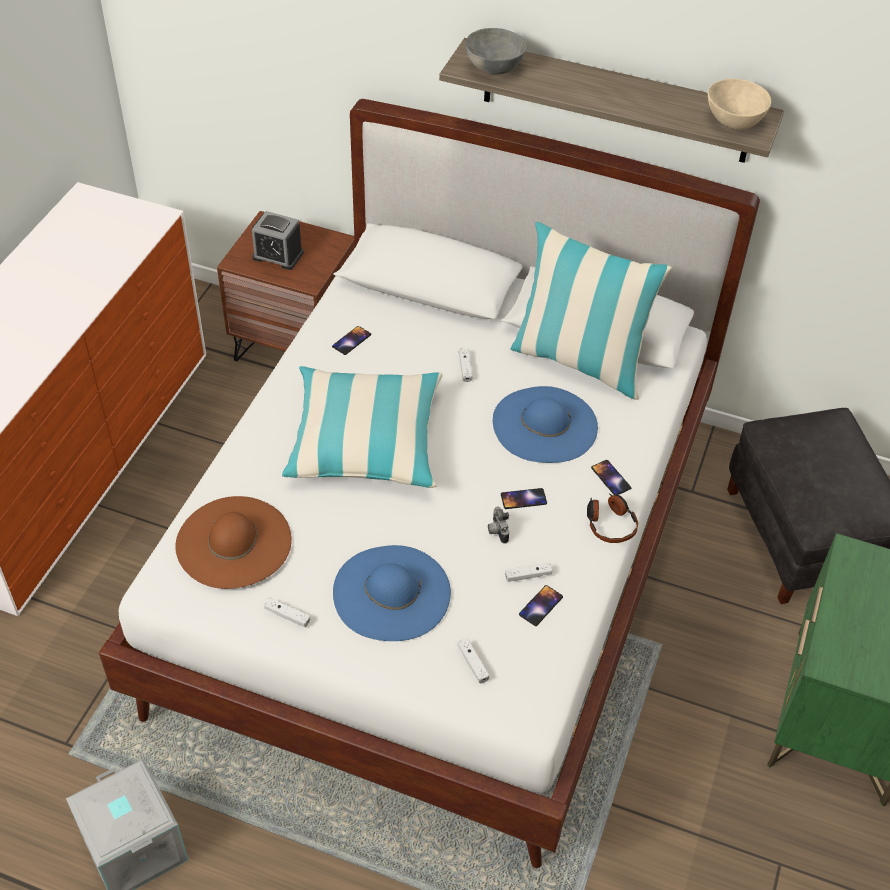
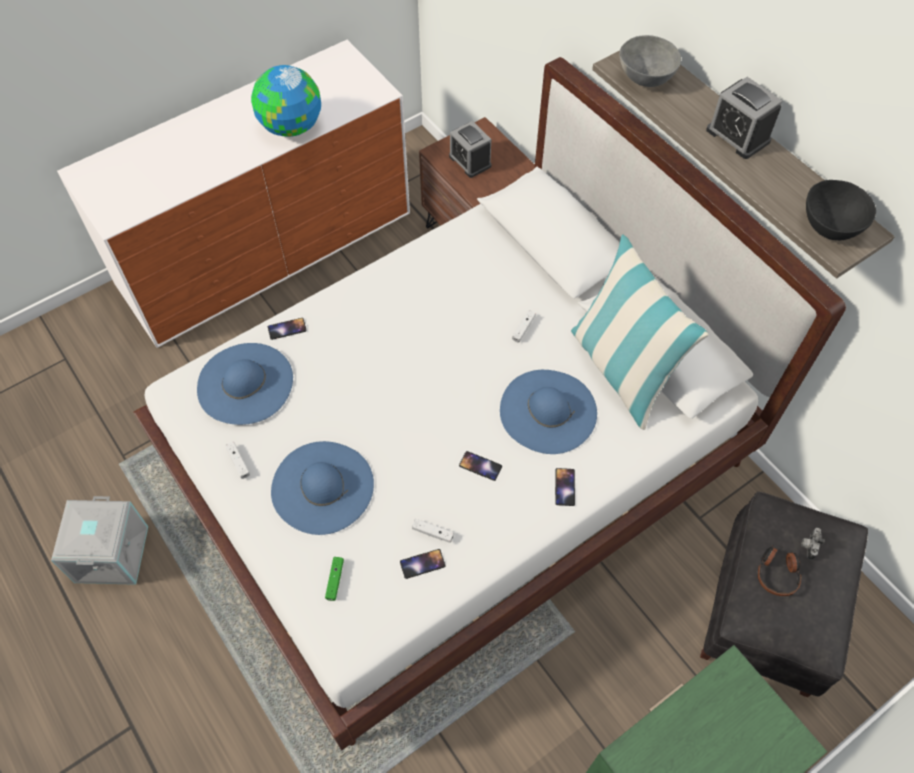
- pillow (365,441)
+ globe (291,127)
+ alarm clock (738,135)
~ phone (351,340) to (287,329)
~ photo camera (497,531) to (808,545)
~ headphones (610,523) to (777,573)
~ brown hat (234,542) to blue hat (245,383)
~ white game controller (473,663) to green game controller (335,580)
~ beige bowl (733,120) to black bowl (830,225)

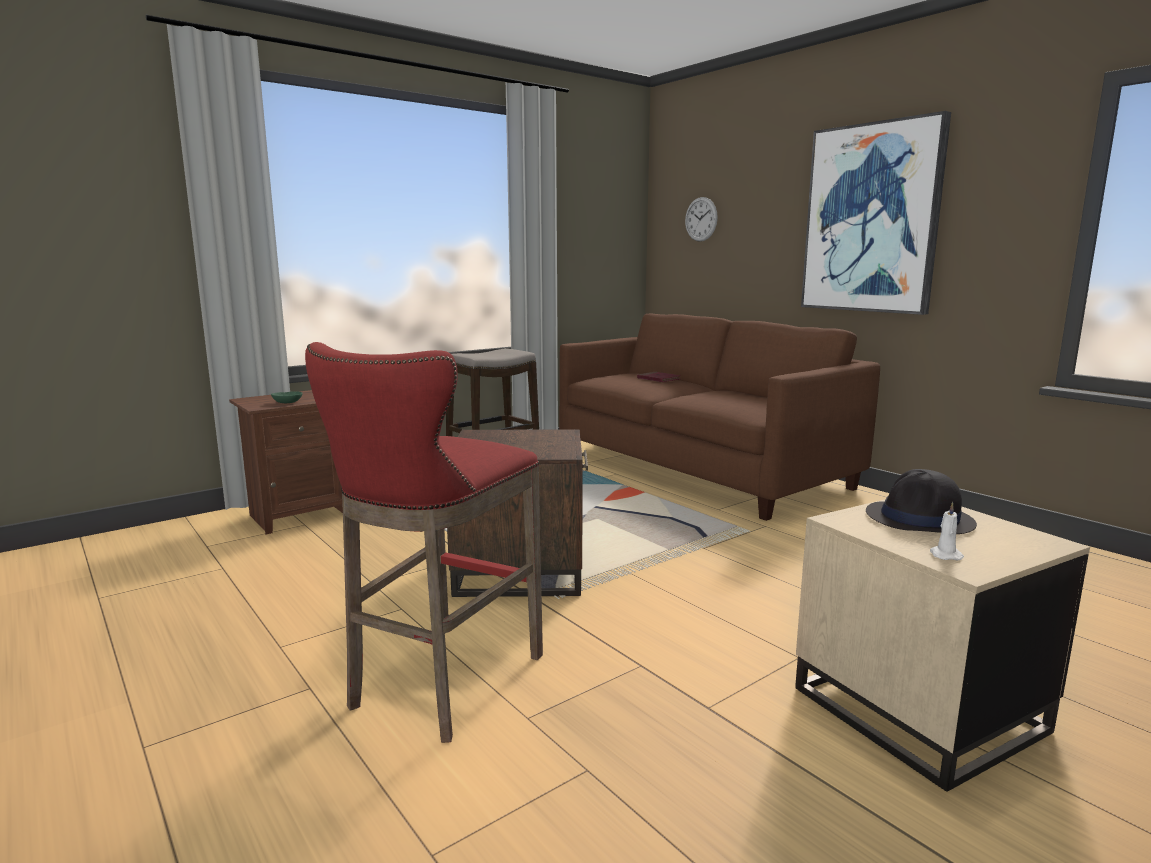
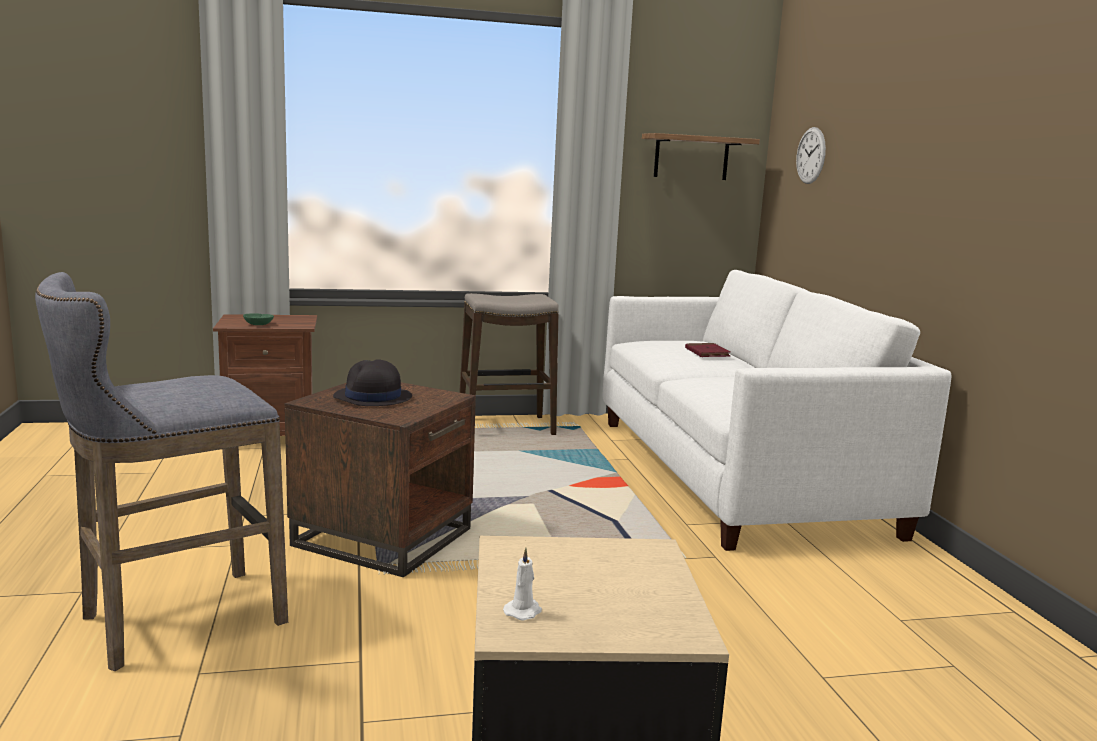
- picture (871,219)
+ shelf (691,157)
~ black hat (919,519) to (372,398)
~ red stool (441,685) to grey stool (174,622)
~ brown sofa (699,469) to white sofa (735,473)

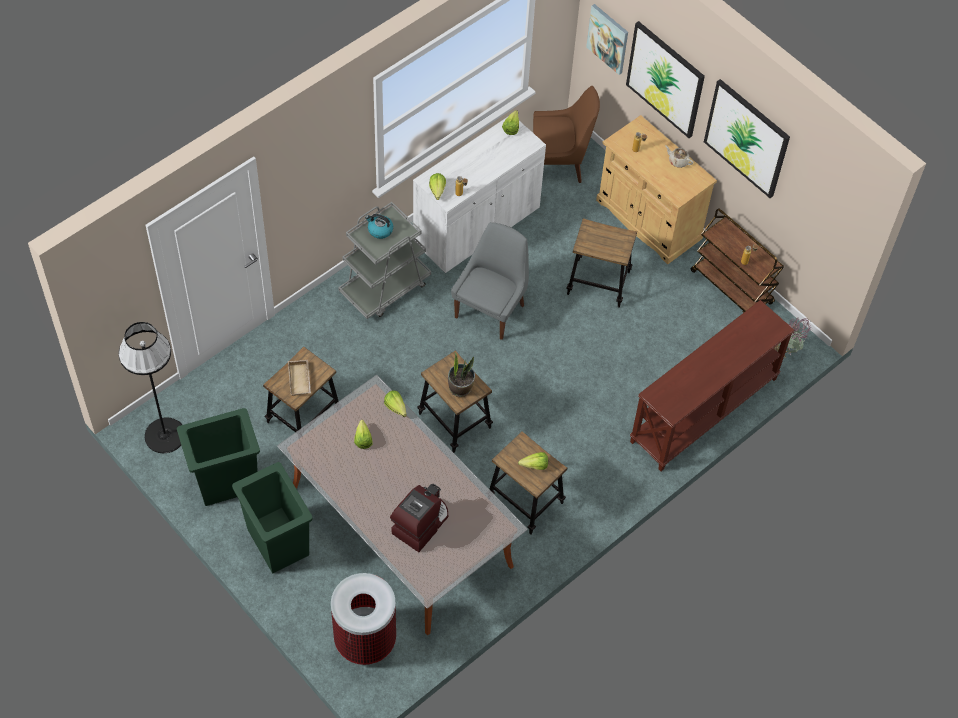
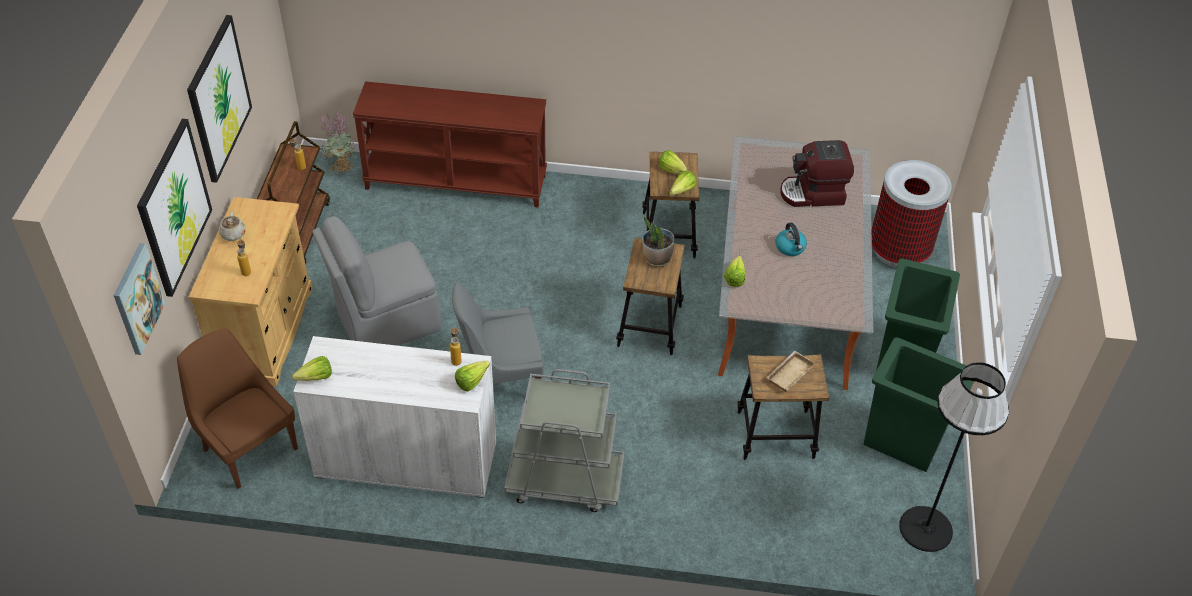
~ lettuce (363,437) to (680,192)
~ kettle (380,230) to (790,248)
~ stool (598,283) to grey chair (386,322)

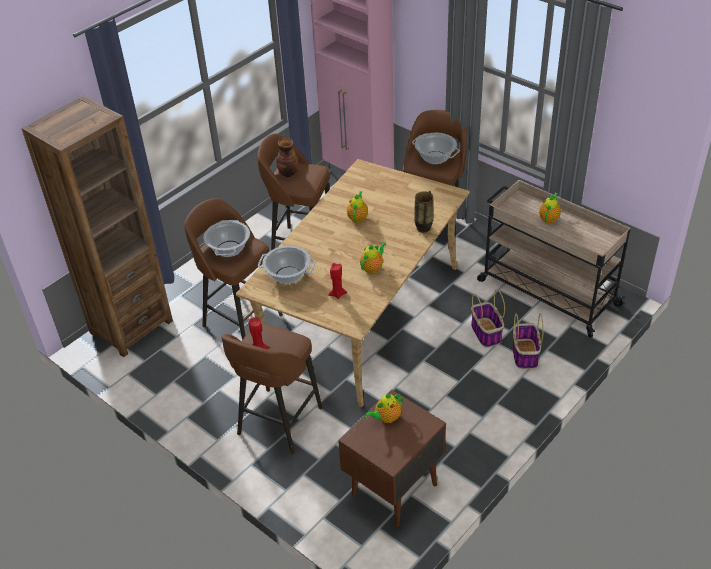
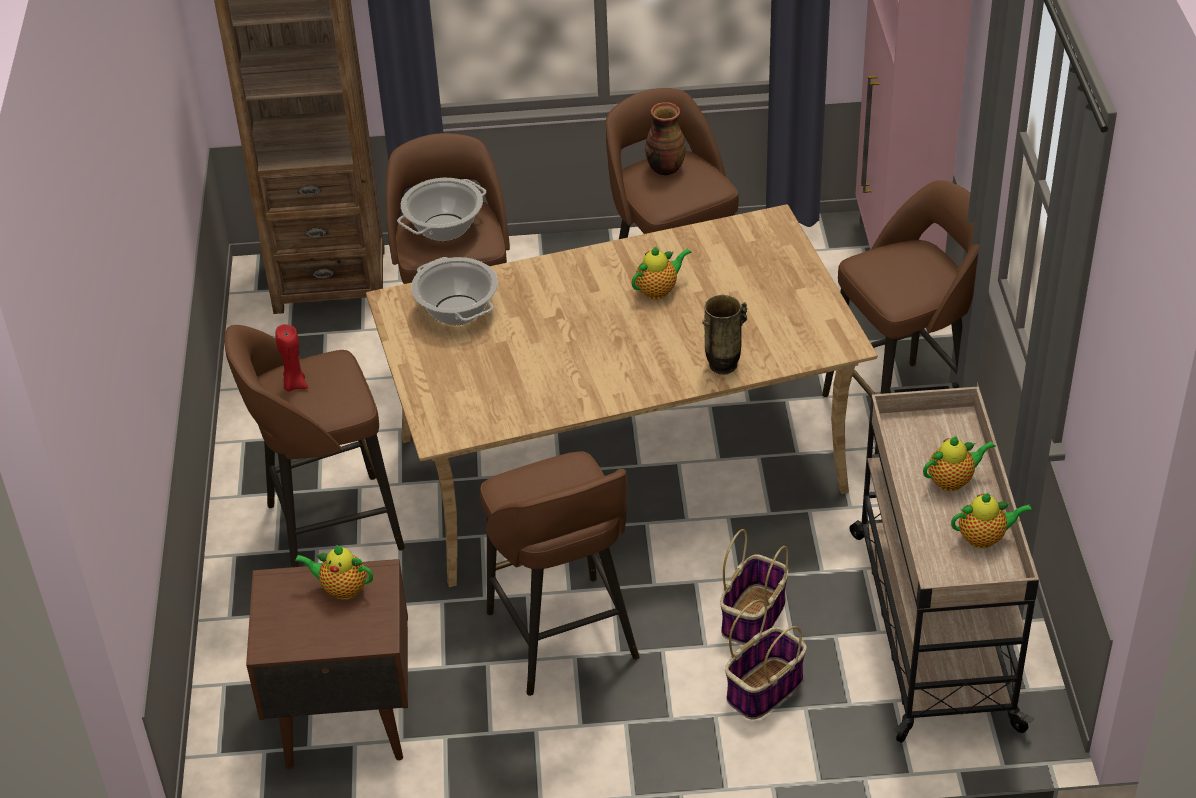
- red candle (337,294)
- cooking pot (435,158)
+ brown stool (563,639)
~ teapot (372,268) to (984,538)

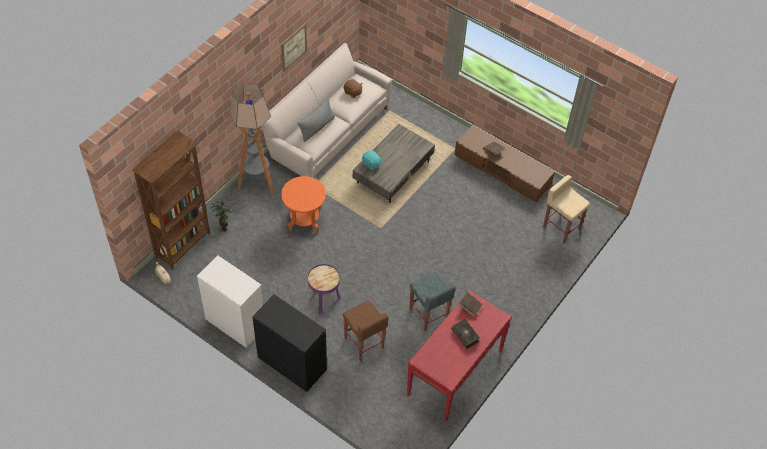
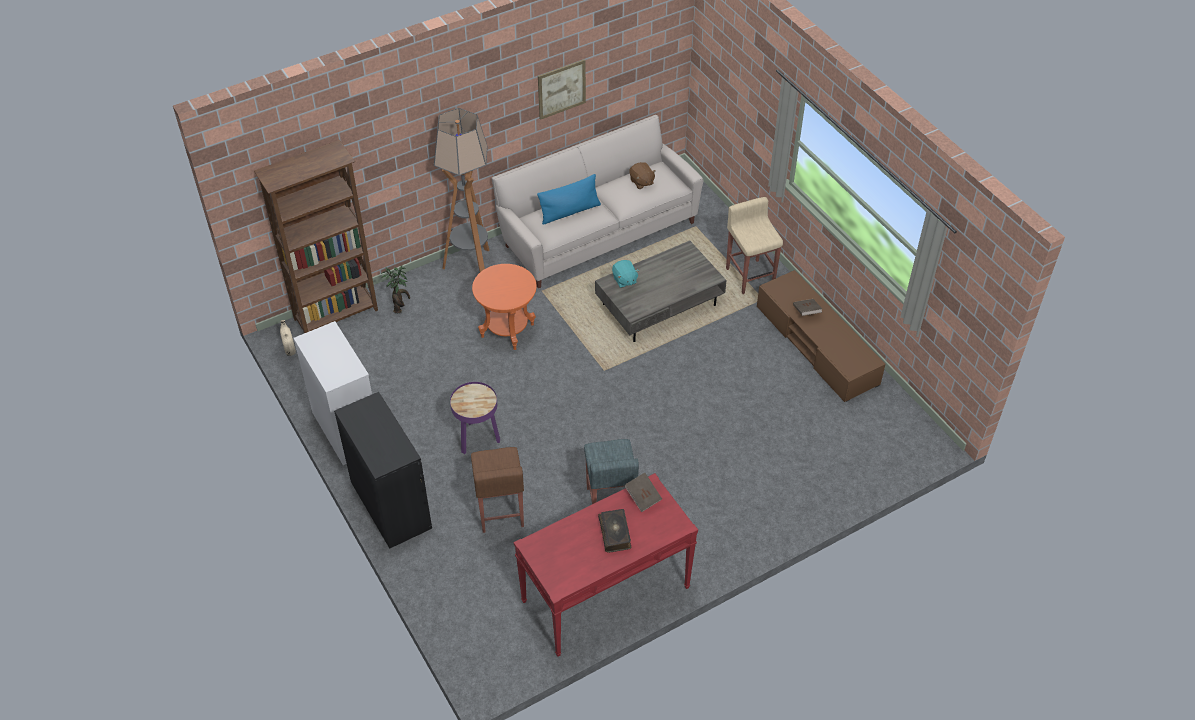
~ beige stool (561,227) to (750,276)
~ grey pillow (317,127) to blue pillow (569,212)

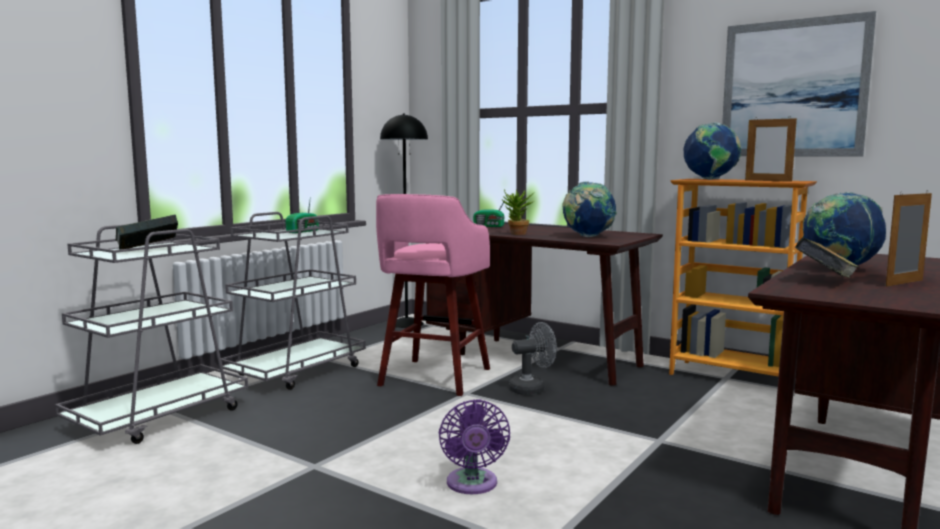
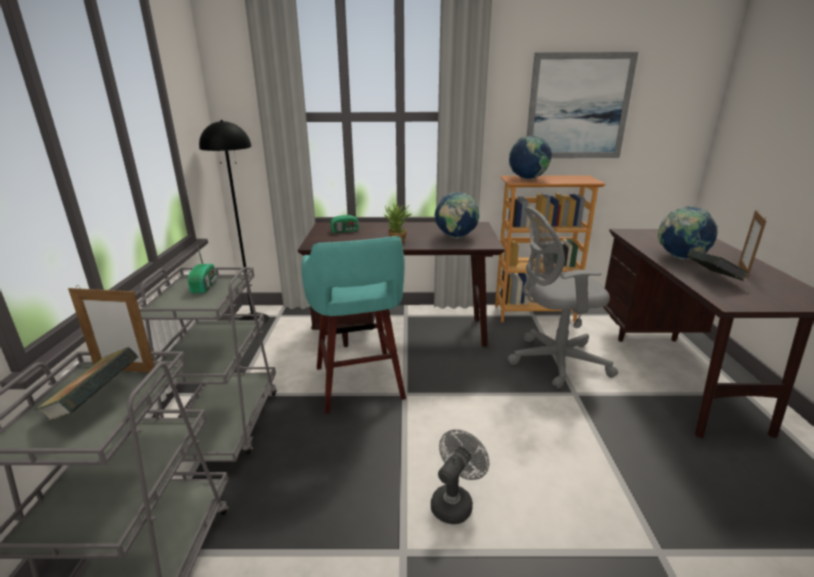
- purple fan (472,485)
+ grey office chair (553,361)
~ grey fan (532,388) to (455,501)
~ picture frame (768,180) to (125,370)
~ pink stool (433,378) to turquoise stool (359,384)

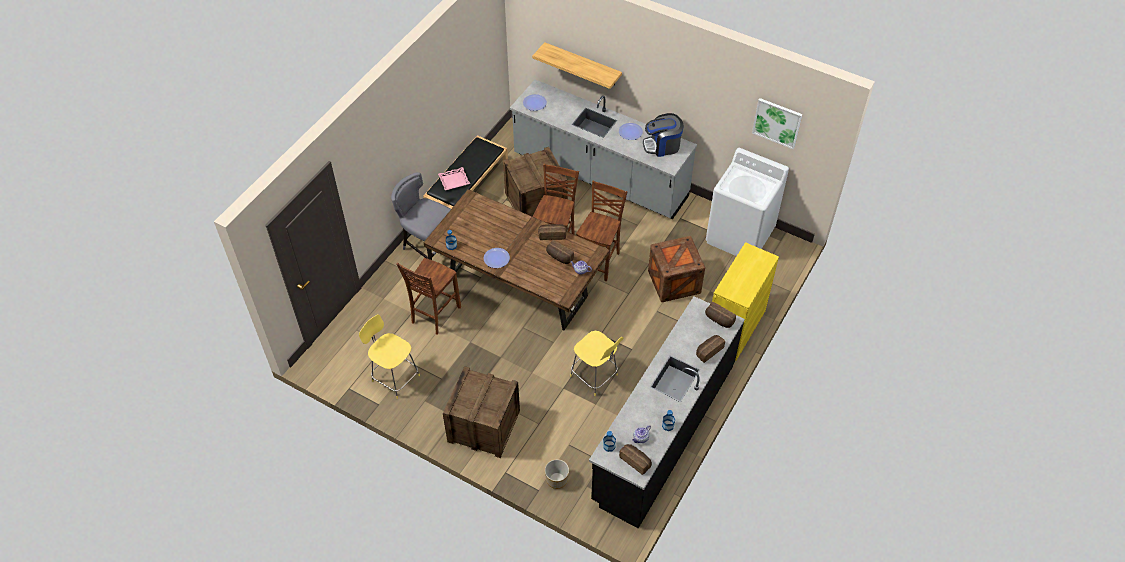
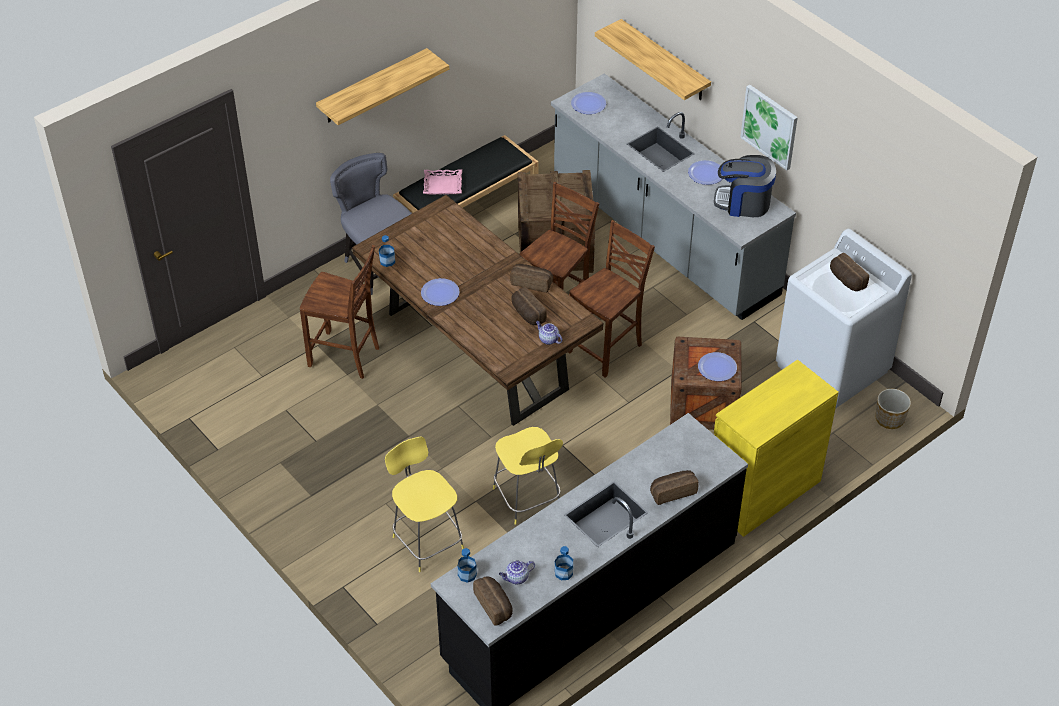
- crate (483,426)
+ shelf (373,87)
+ plate (717,367)
~ yellow stool (394,377) to (426,540)
~ planter (556,480) to (889,419)
~ bread (718,320) to (846,280)
~ picture (777,122) to (770,126)
~ brown chair (434,315) = (345,357) 120 degrees counterclockwise

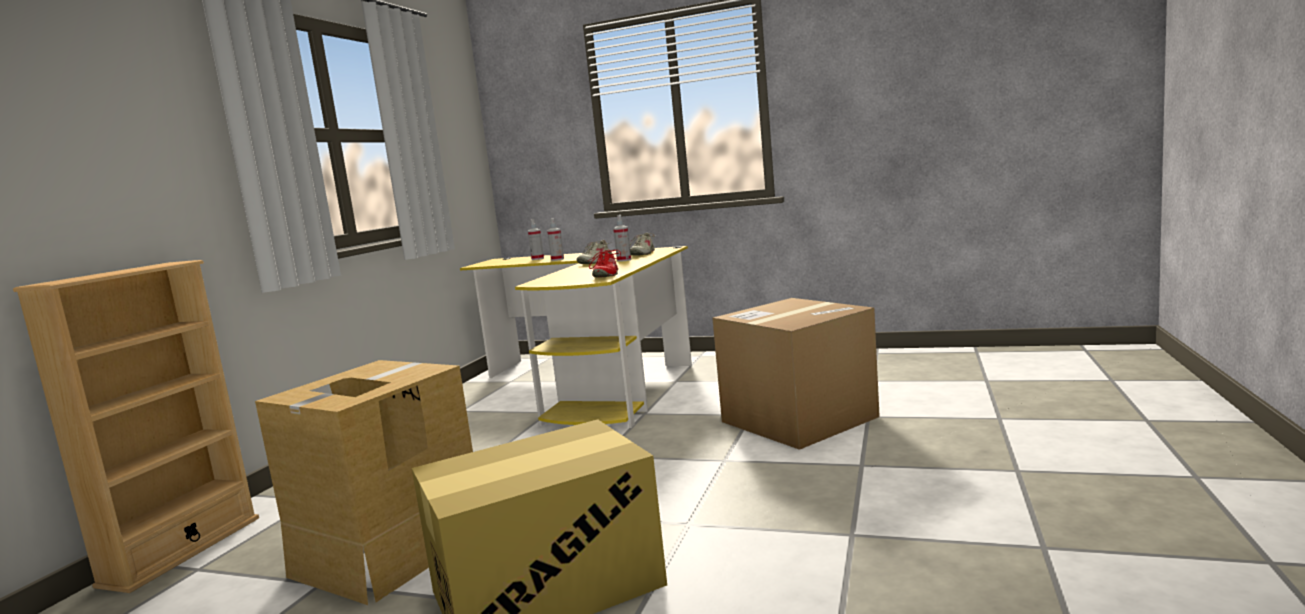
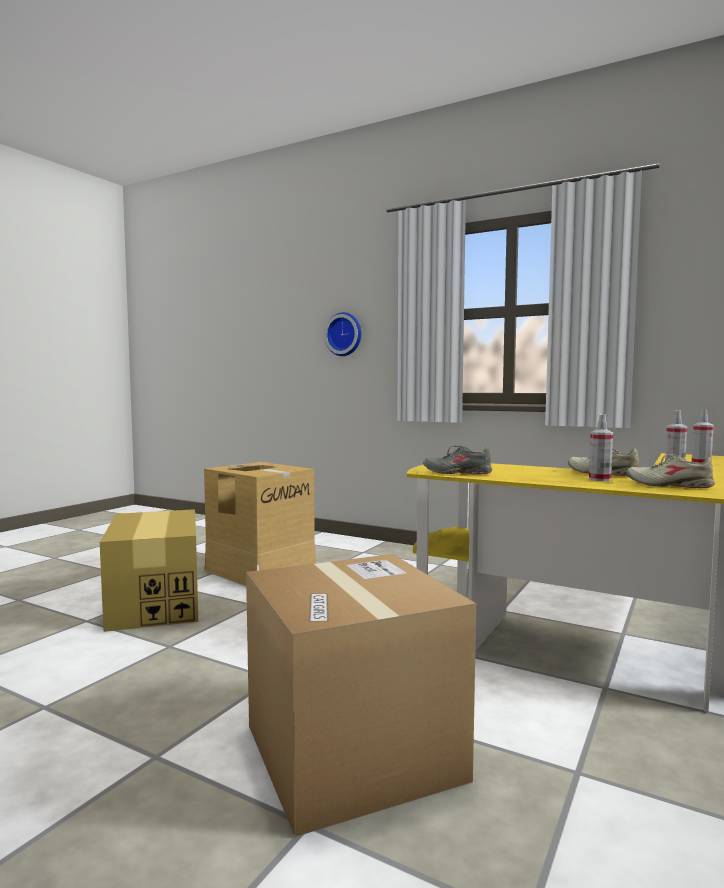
- beige bookcase (182,550)
+ wall clock (344,334)
~ red shoe (606,275) to grey shoe (458,473)

